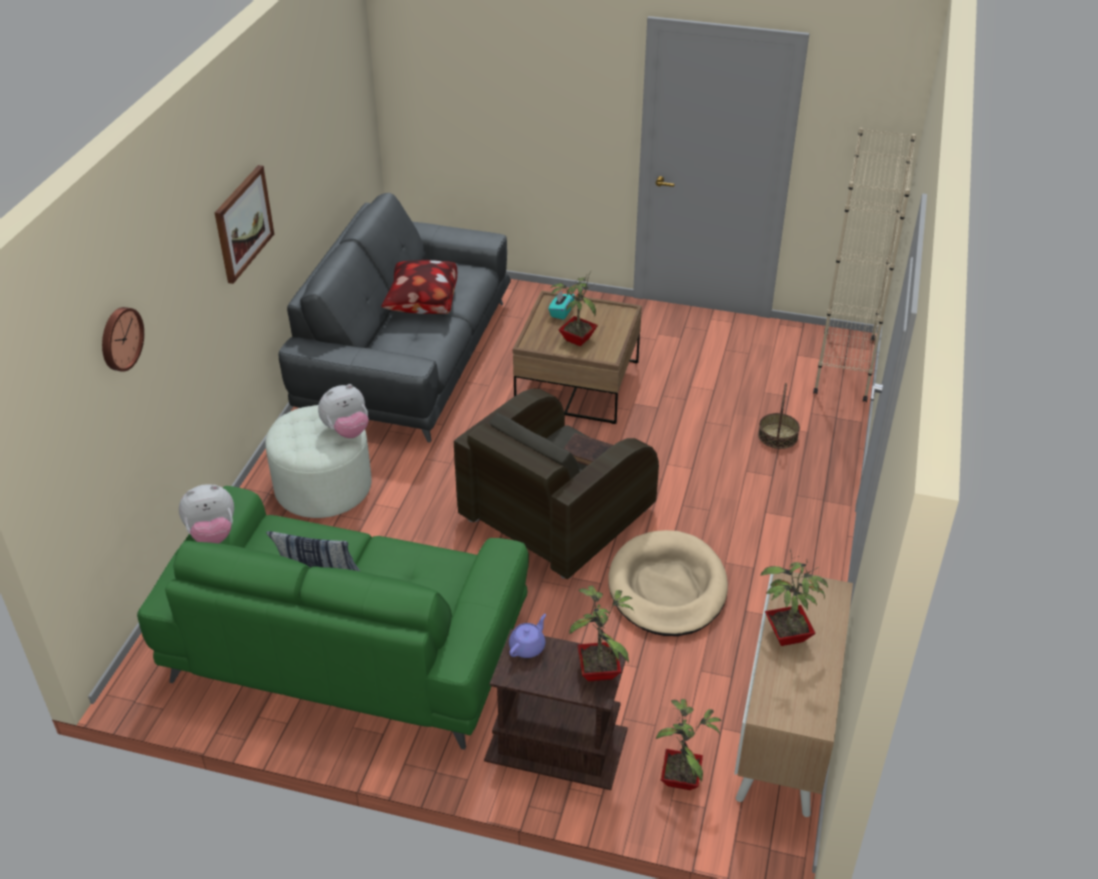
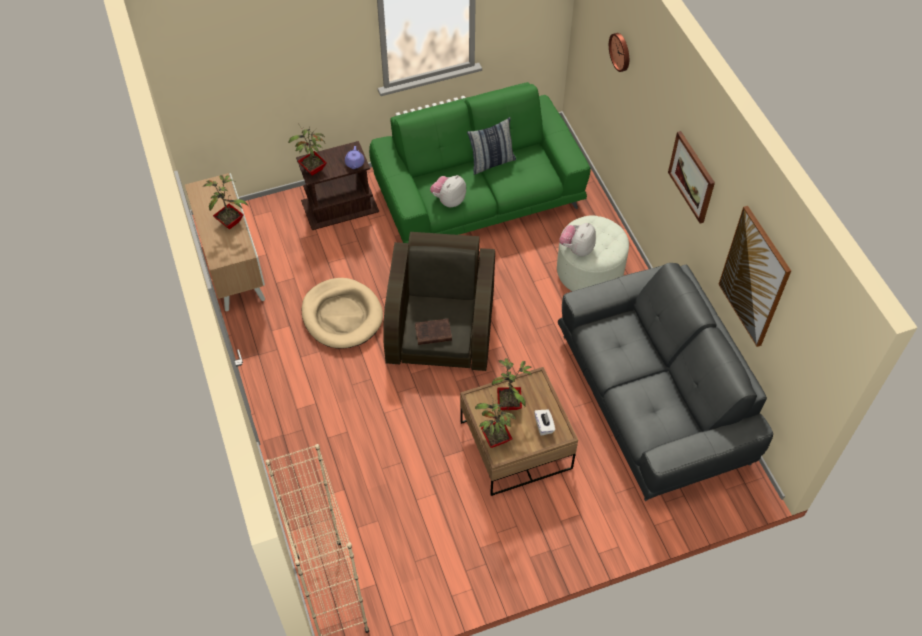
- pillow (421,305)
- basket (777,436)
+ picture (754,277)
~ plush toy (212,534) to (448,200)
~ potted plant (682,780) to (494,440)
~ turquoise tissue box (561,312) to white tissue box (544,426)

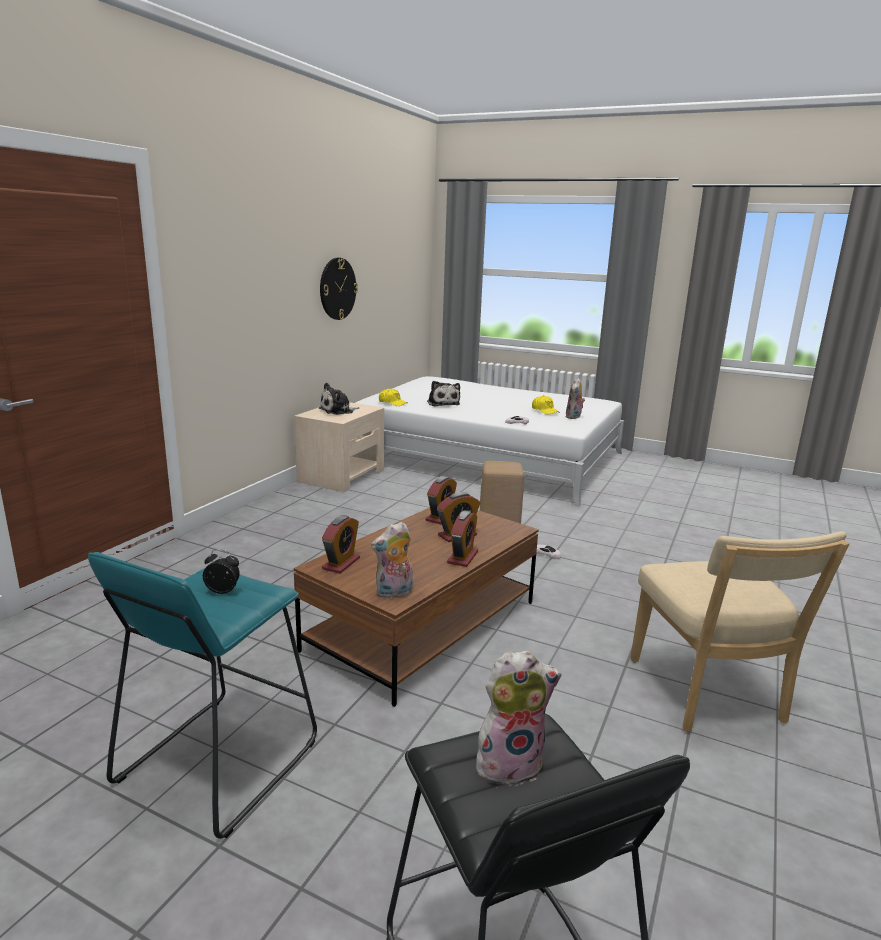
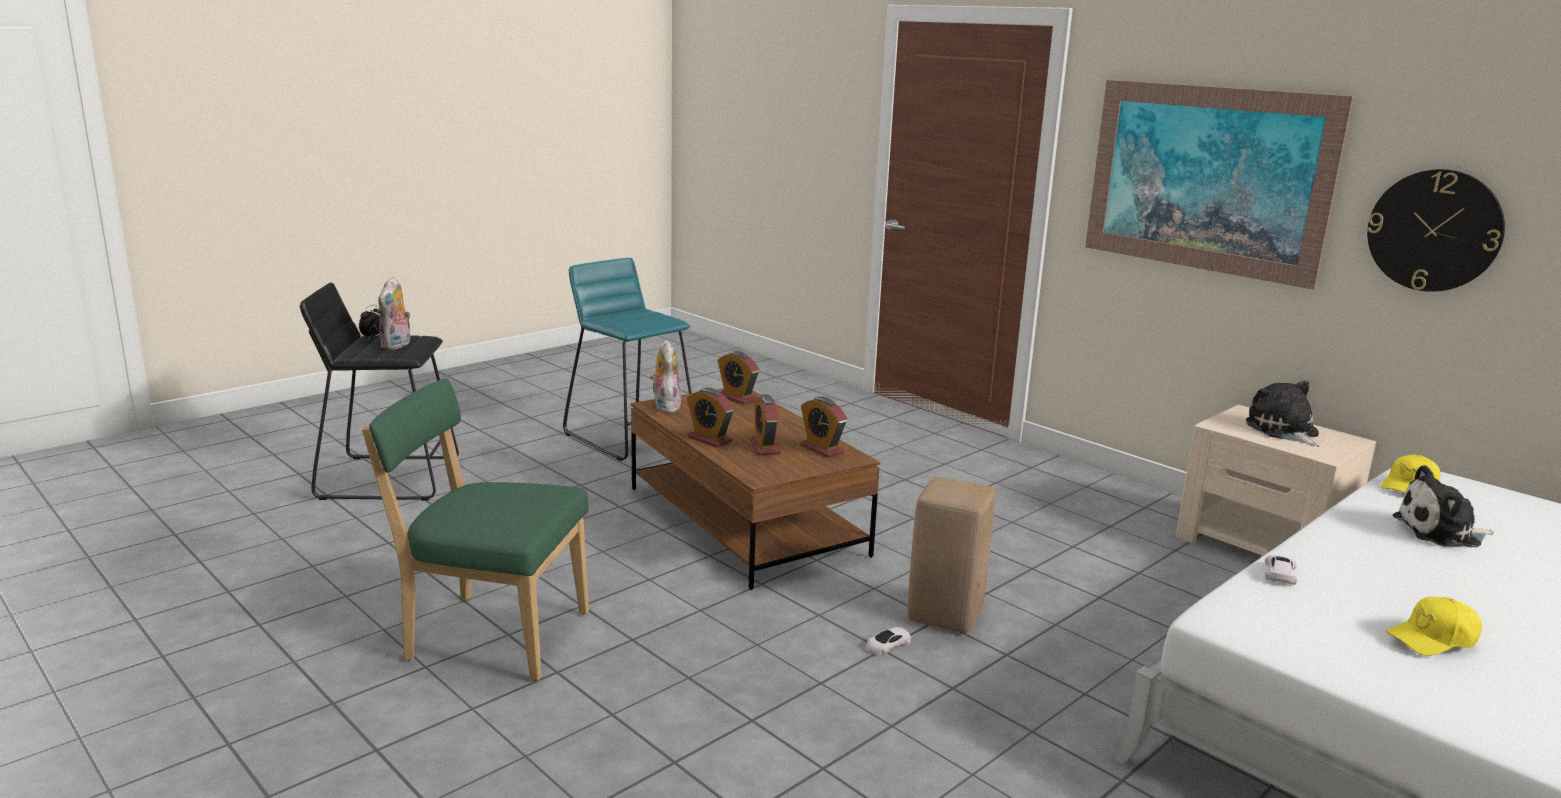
- plush toy (574,417)
+ picture (1207,179)
~ alarm clock (224,591) to (373,338)
~ beige chair (708,695) to green chair (490,634)

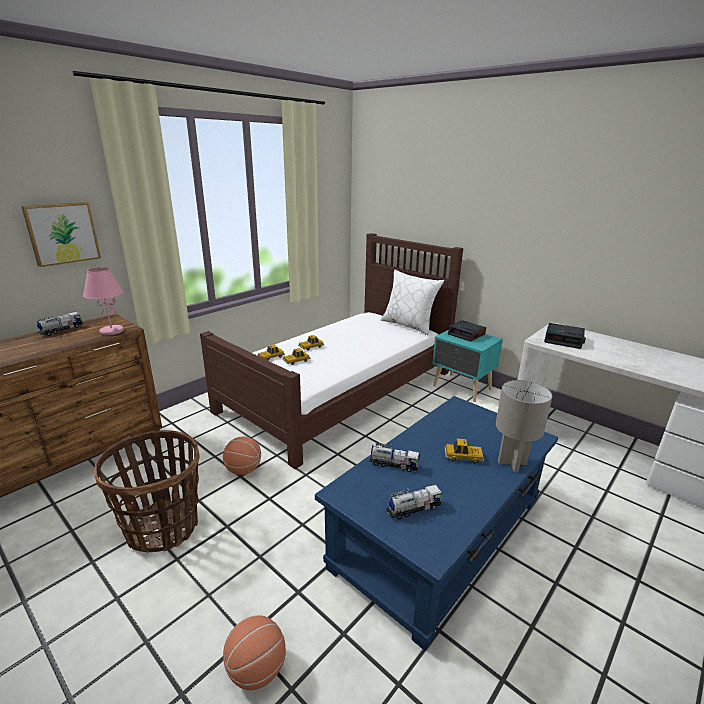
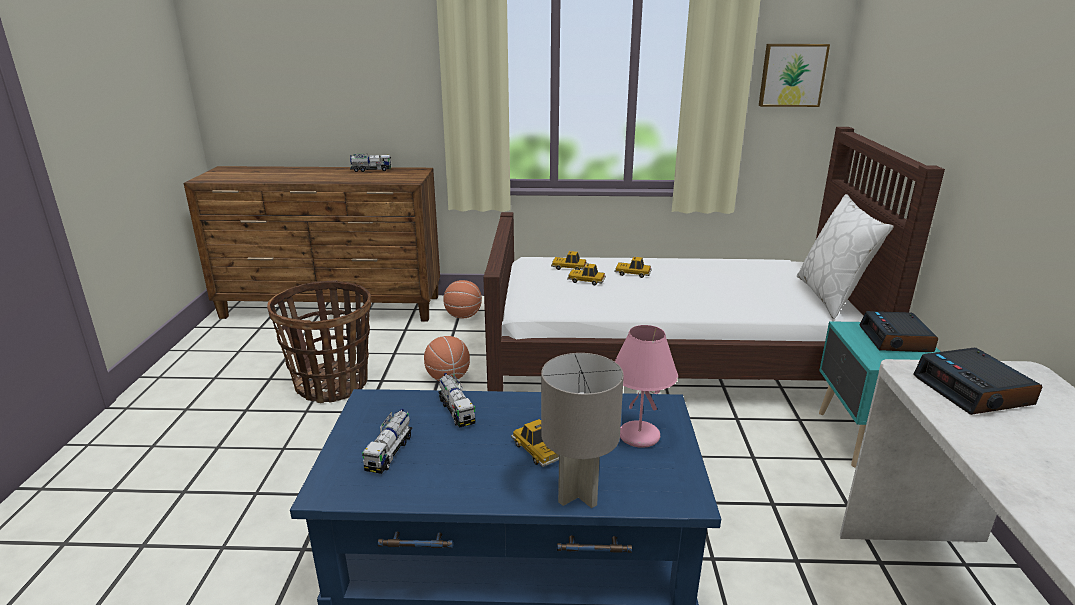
~ picture (62,233) to (792,75)
~ pink table lamp (111,331) to (638,436)
~ basketball (256,669) to (463,316)
~ toy truck (413,509) = (390,452) 75 degrees clockwise

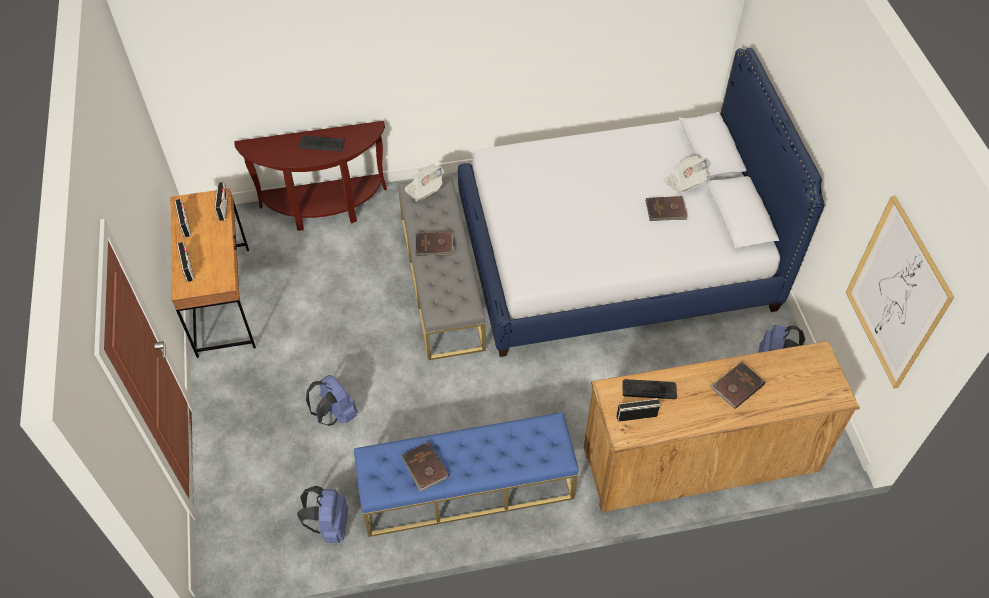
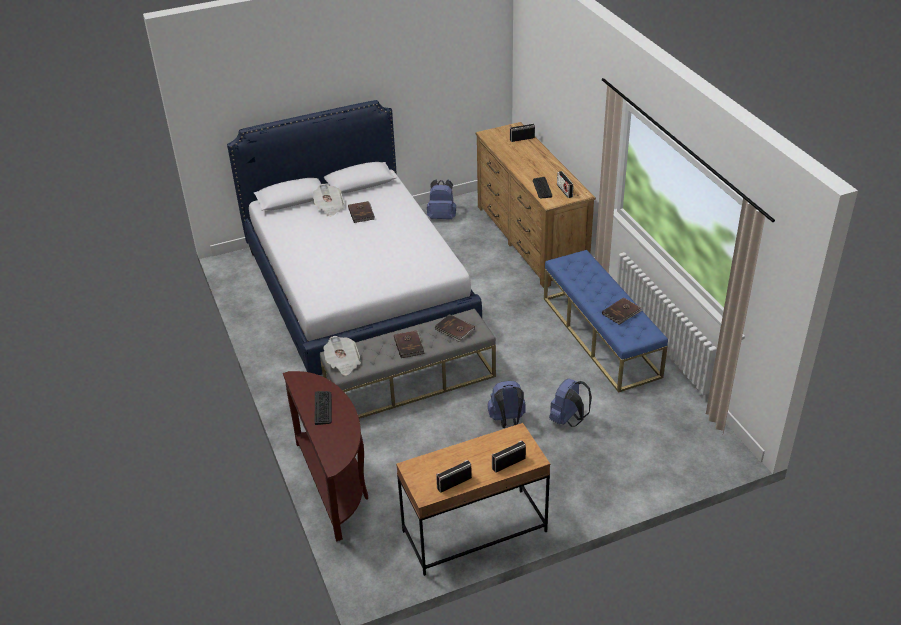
- picture (896,294)
~ radio (223,207) to (522,139)
~ blue backpack (330,525) to (507,421)
~ brown book (736,386) to (454,329)

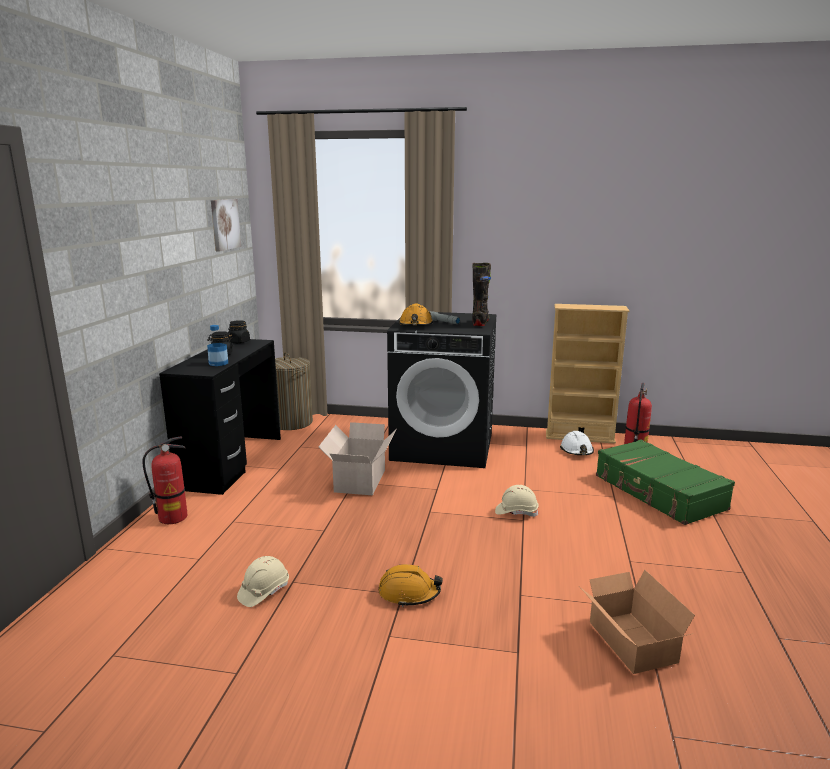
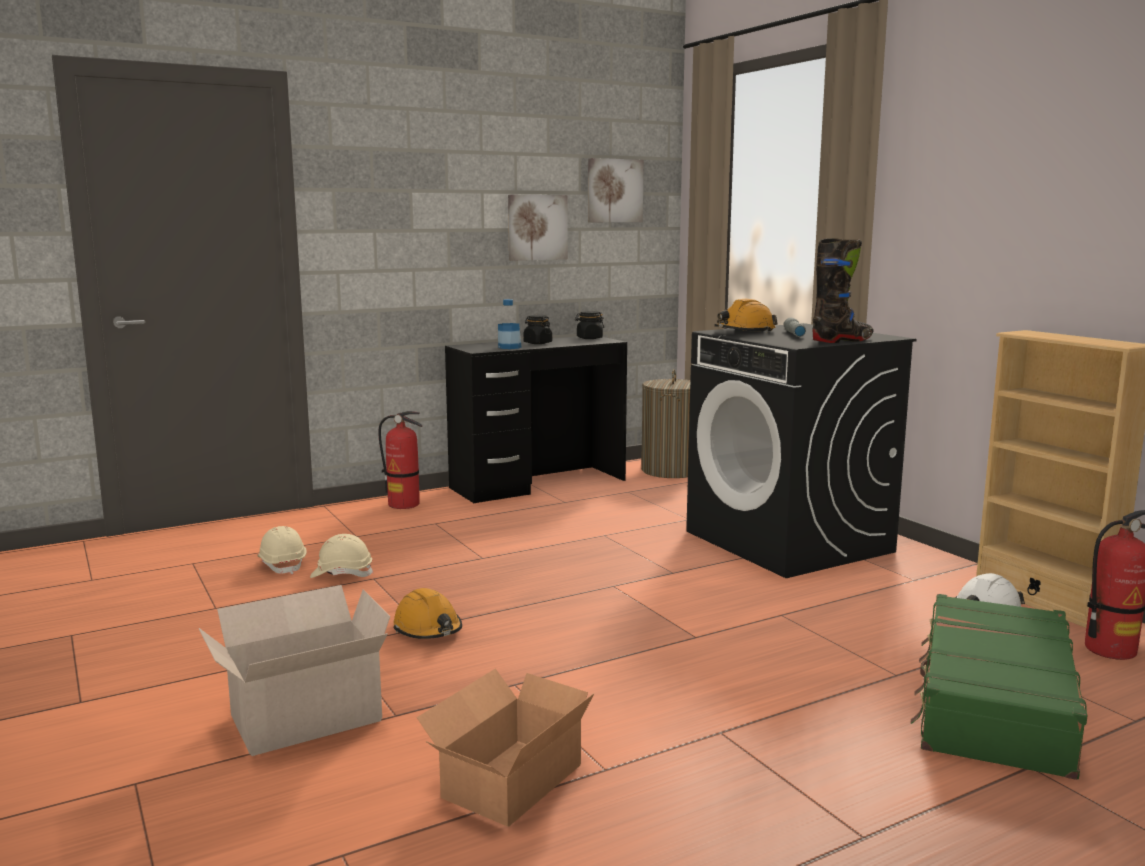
+ picture (537,227)
~ cardboard box (359,481) to (301,719)
~ beige hard hat (516,512) to (282,565)

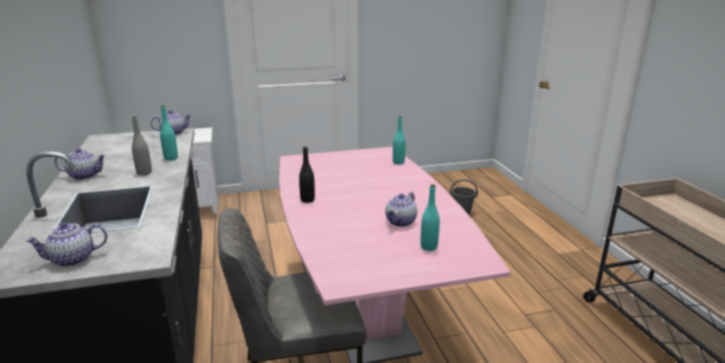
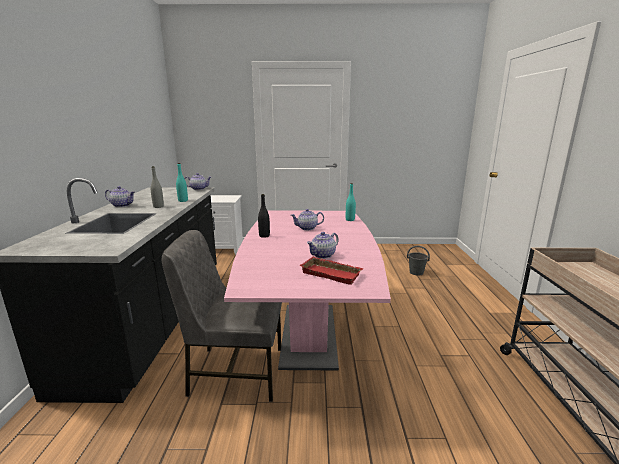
~ teapot (72,259) to (307,228)
~ turquoise bottle (429,247) to red tray (332,273)

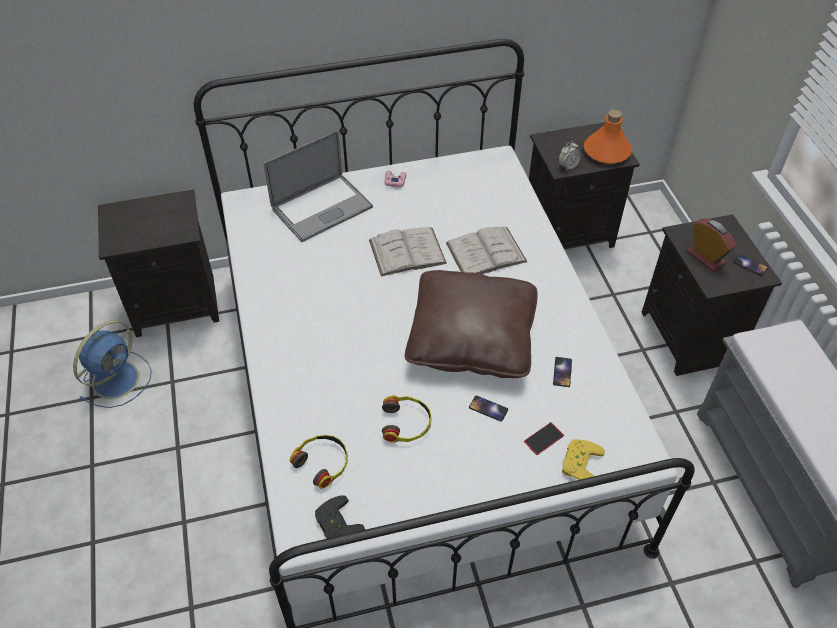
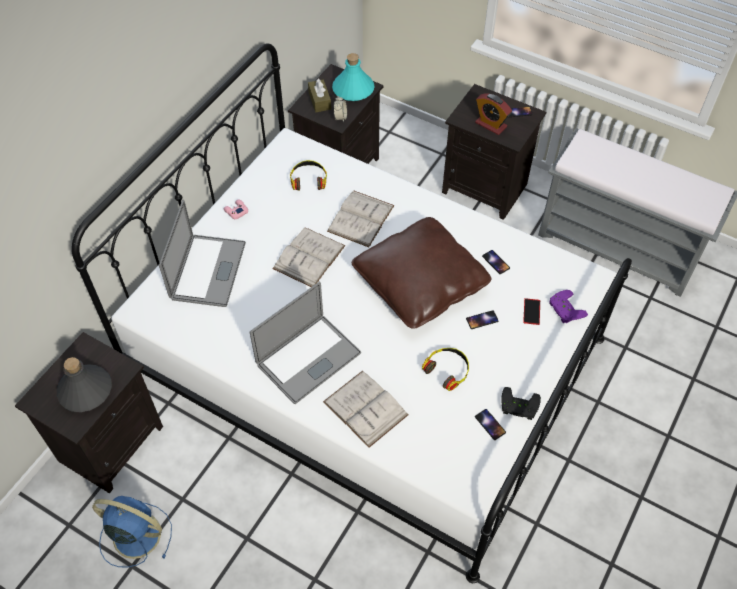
+ grey bottle (85,390)
+ laptop (308,358)
+ brown tissue box (319,101)
+ white book (365,408)
+ phone (490,424)
~ headphones (323,462) to (308,179)
~ black game controller (335,524) to (518,407)
~ yellow game controller (578,462) to purple game controller (564,309)
~ orange bottle (607,152) to turquoise bottle (353,89)
~ blue fan (117,378) = (135,534) 60 degrees counterclockwise
~ alarm clock (705,257) = (490,125) 150 degrees counterclockwise

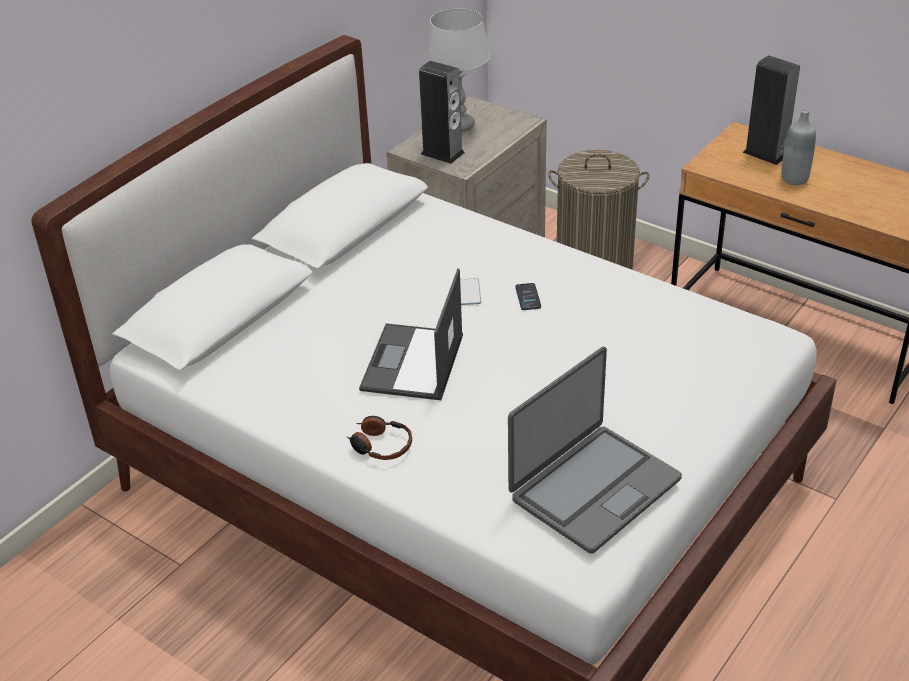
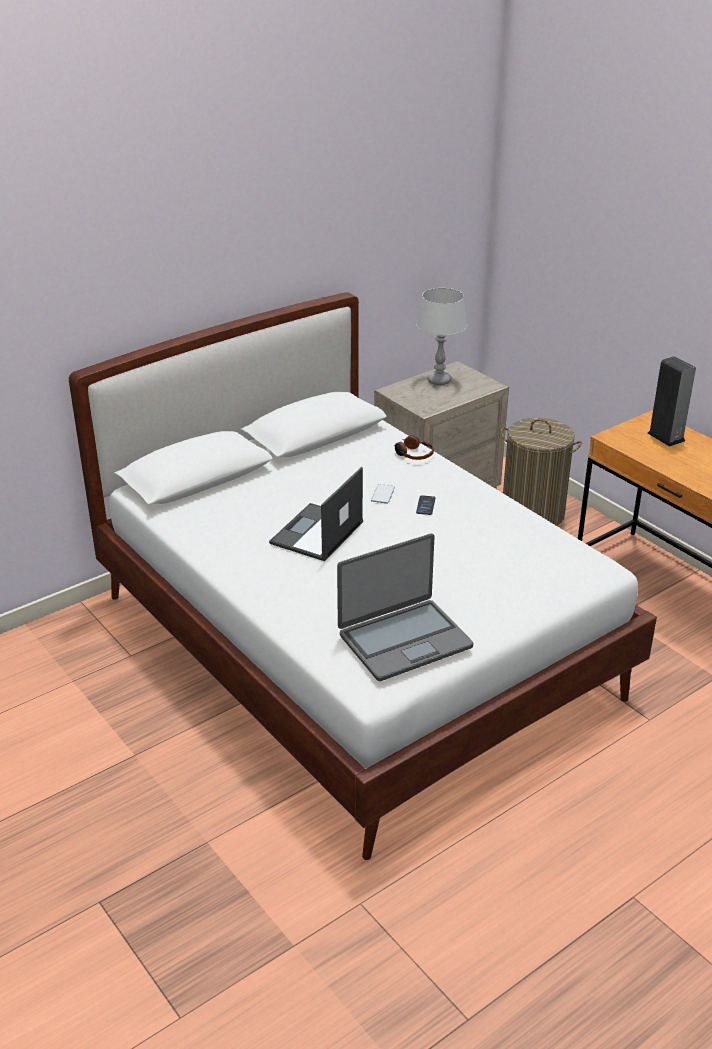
- speaker (442,153)
- grey bottle (794,179)
~ headphones (380,445) to (413,454)

